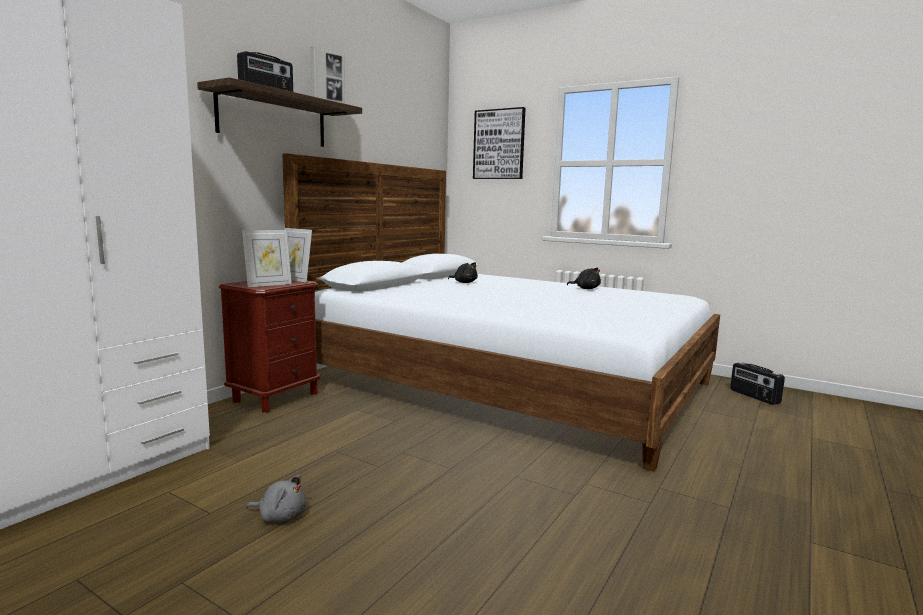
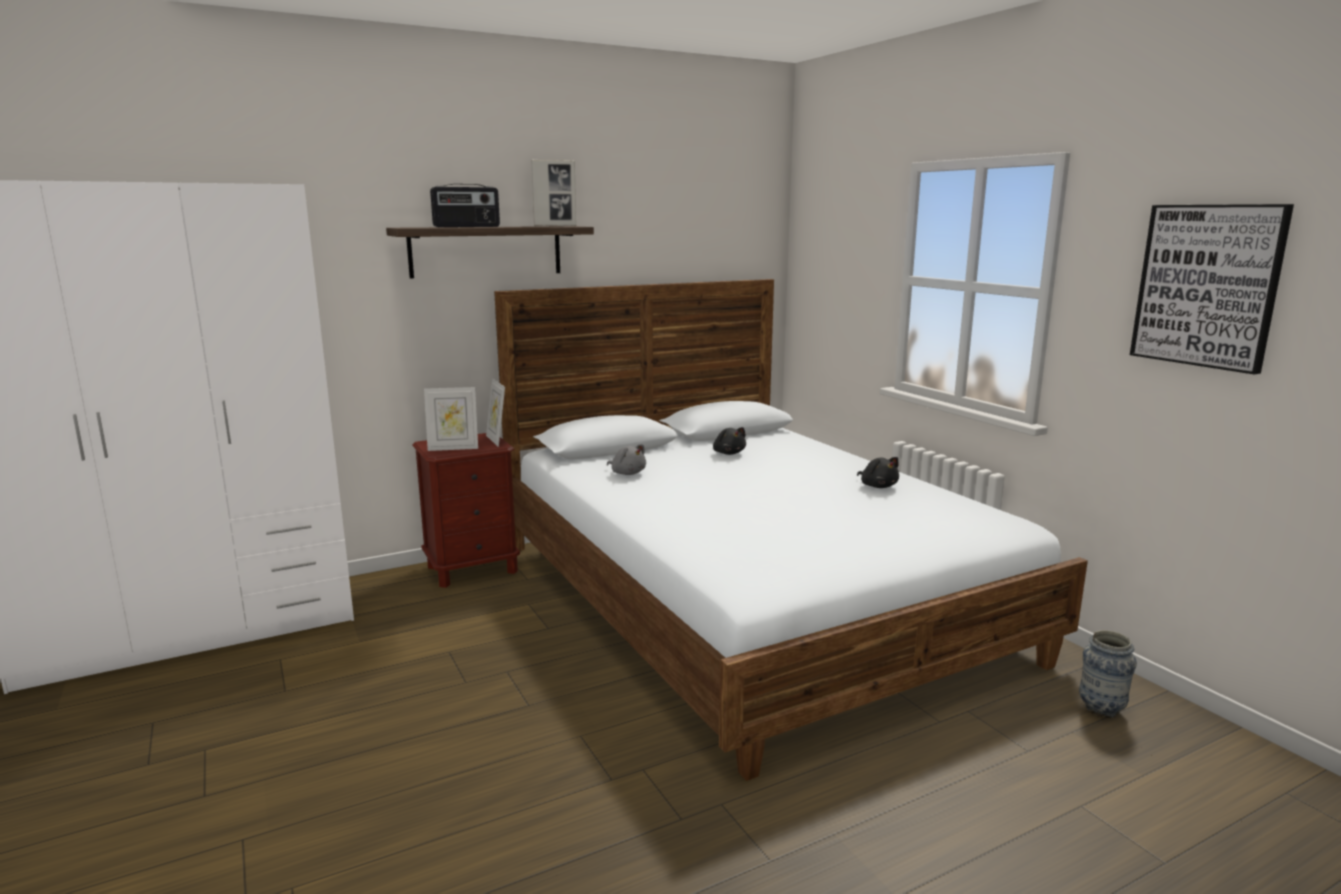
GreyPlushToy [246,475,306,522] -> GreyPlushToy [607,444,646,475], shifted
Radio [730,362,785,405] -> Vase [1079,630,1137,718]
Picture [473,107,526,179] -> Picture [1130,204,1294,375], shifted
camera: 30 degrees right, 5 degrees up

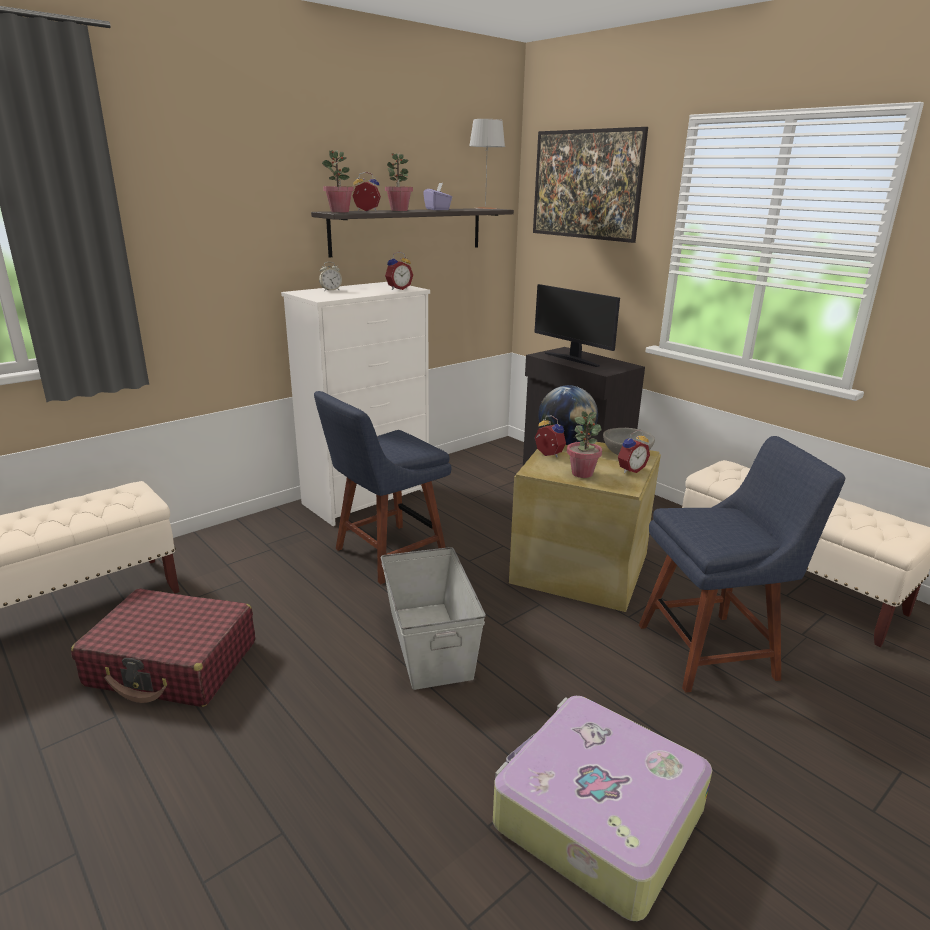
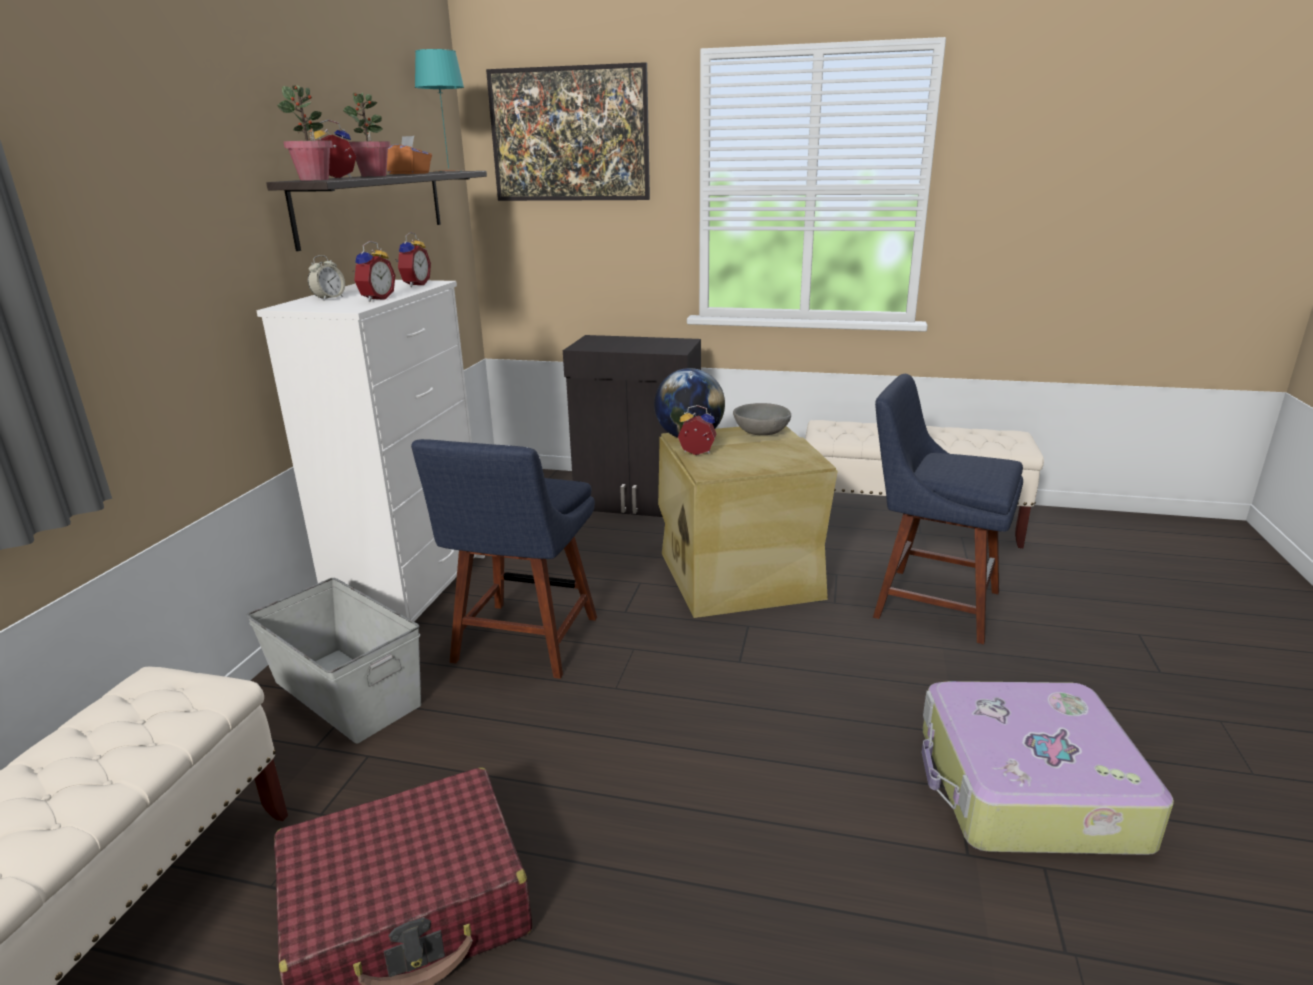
GreyStorageBox [381,547,486,690] -> GreyStorageBox [247,578,421,743], shifted
AlarmClock [618,430,650,473] -> AlarmClock [353,241,395,302], shifted
PurpleTissueBox [423,183,452,210] -> OrangeTissueBox [387,136,432,174]
GreyTableLamp [469,119,505,209] -> TurquoiseTableLamp [415,49,465,172]
BlueChair [639,436,845,693] -> BlueChair [873,374,1023,644], 105 degrees counterclockwise
Monitor [534,284,620,367] -> none
PottedPlant [567,411,602,478] -> none
camera: 35 degrees left, 0 degrees up

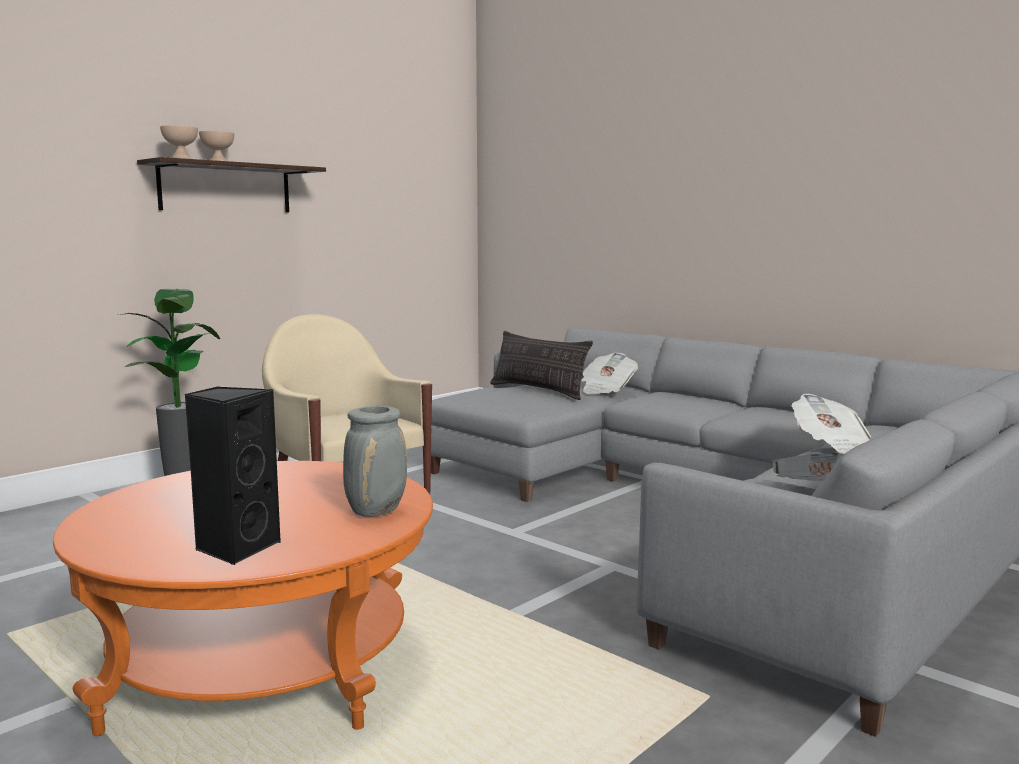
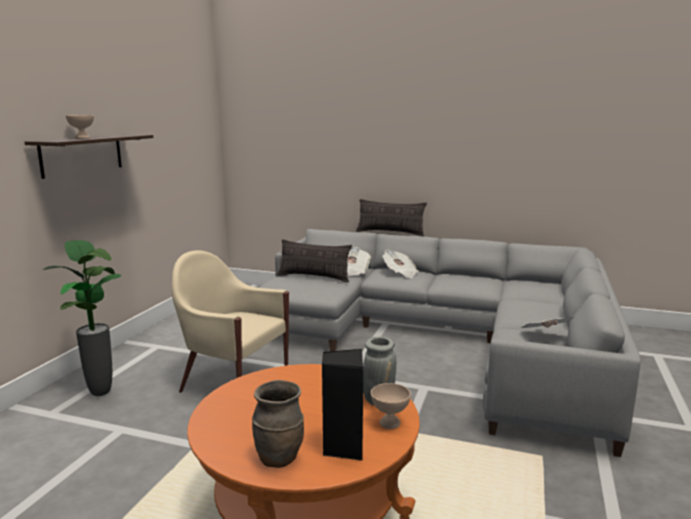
none -> BrownVase [252,380,304,468]
none -> Pillow [356,199,427,236]
BeigeBowl [160,125,198,159] -> BeigeBowl [371,383,411,429], shifted
Newspaper [792,394,871,454] -> Newspaper [382,250,419,278], shifted
camera: 25 degrees left, 5 degrees up

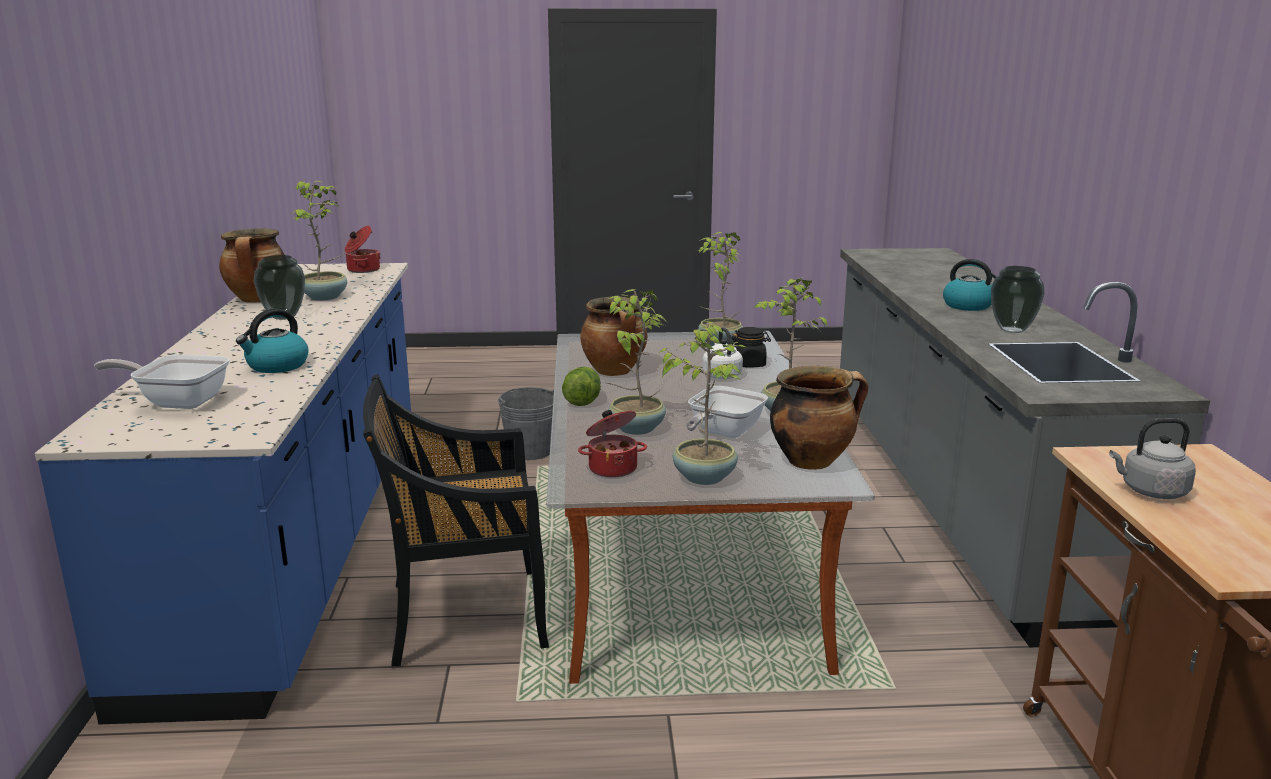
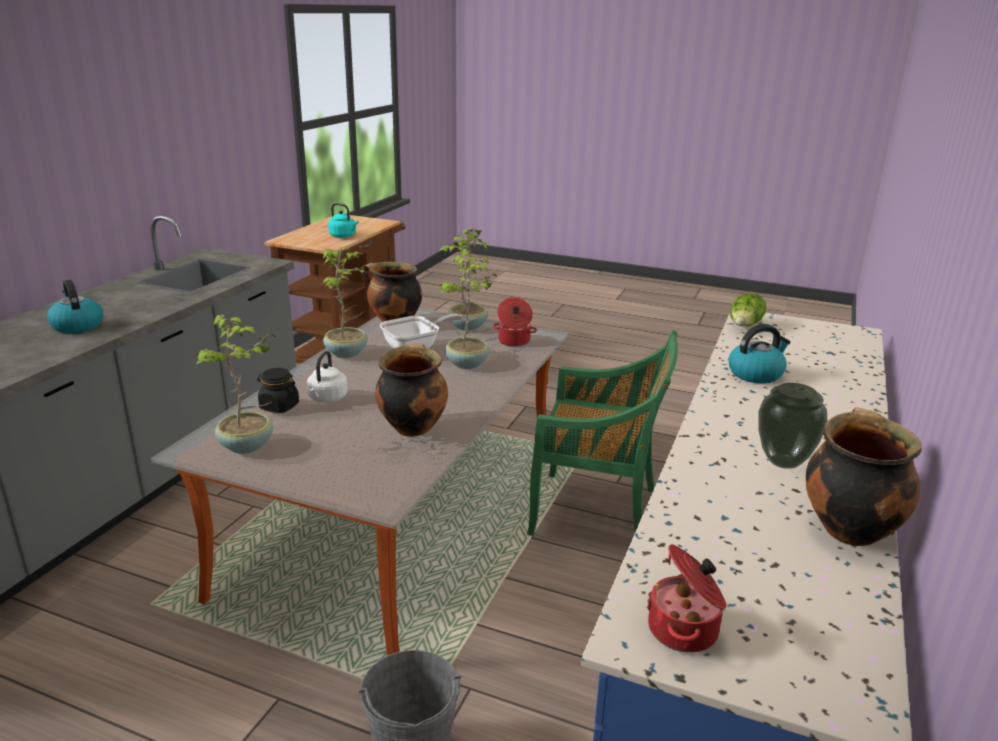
GreyKettle [1109,418,1196,499] -> TurquoiseKettle [328,203,359,238]
BlackChair [363,374,549,667] -> GreenChair [527,330,678,537]
Lettuce [562,367,601,406] -> Lettuce [730,293,767,326], shifted
FryingPan [94,354,229,409] -> none
PottedPlant [294,180,347,301] -> none
Vase [991,266,1045,333] -> none
camera: 155 degrees left, 5 degrees up

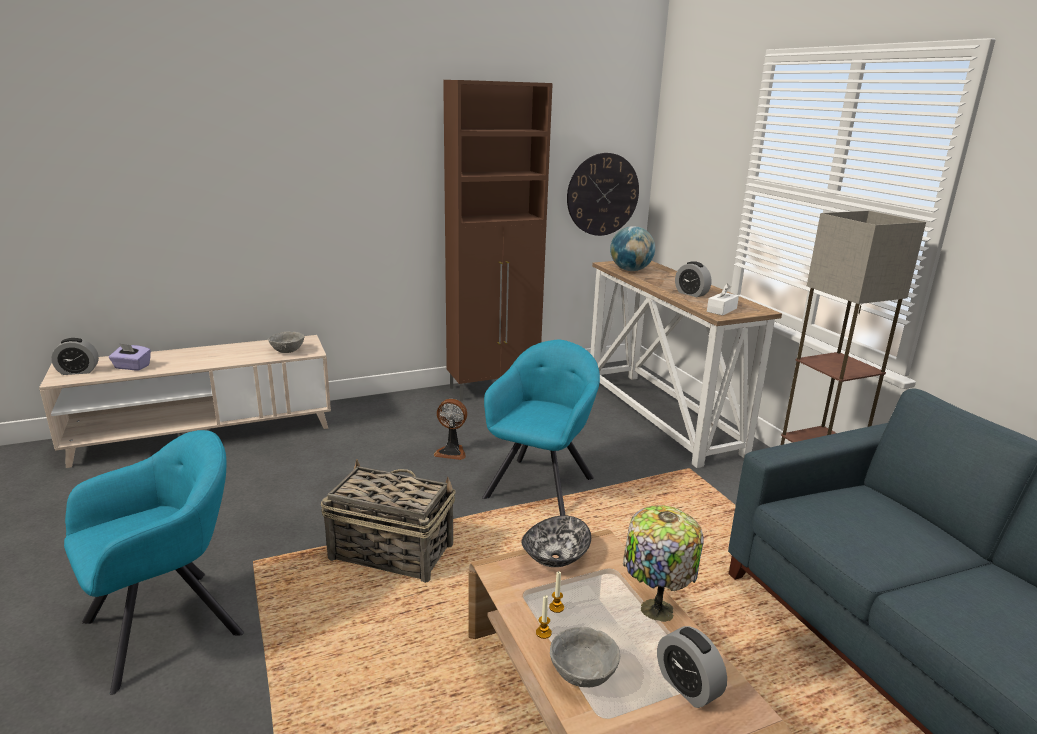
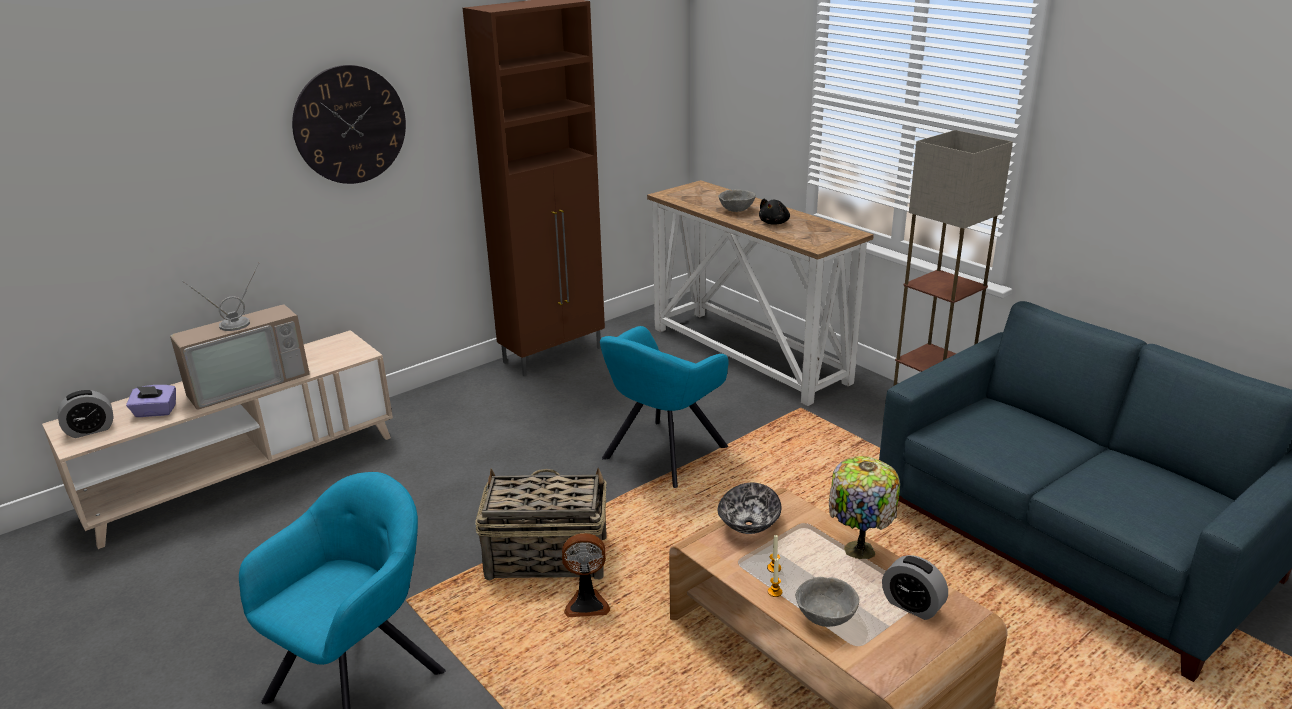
none -> Television [170,262,310,410]
WallClock [567,153,639,236] -> WallClock [292,65,406,184], shifted
Fan [433,399,467,460] -> Fan [562,533,610,617], shifted
TurquoiseArmchair [482,340,600,516] -> TurquoiseArmchair [600,326,729,488], 150 degrees counterclockwise
GreyBowl [268,331,305,353] -> GreyBowl [719,189,756,212], shifted
AlarmClock [675,261,711,297] -> BlackPlushToy [759,199,790,225]
Globe [610,226,655,271] -> none
WhiteTissueBox [707,284,739,316] -> none
camera: 15 degrees left, 5 degrees up

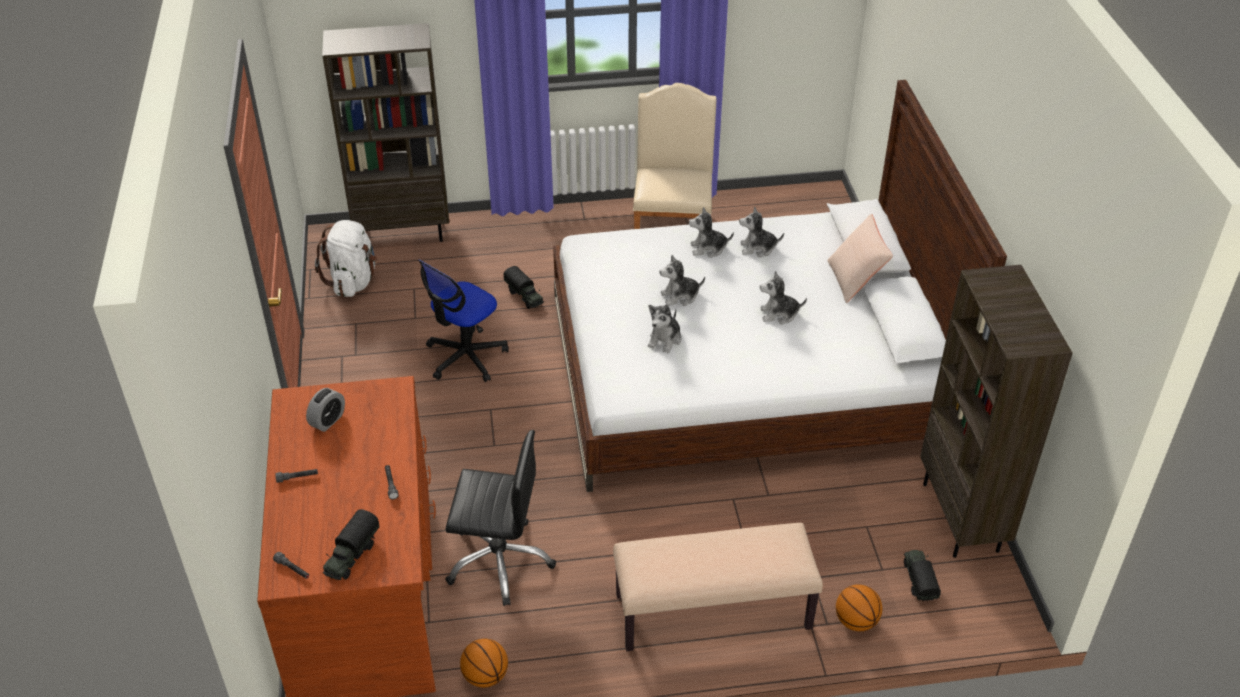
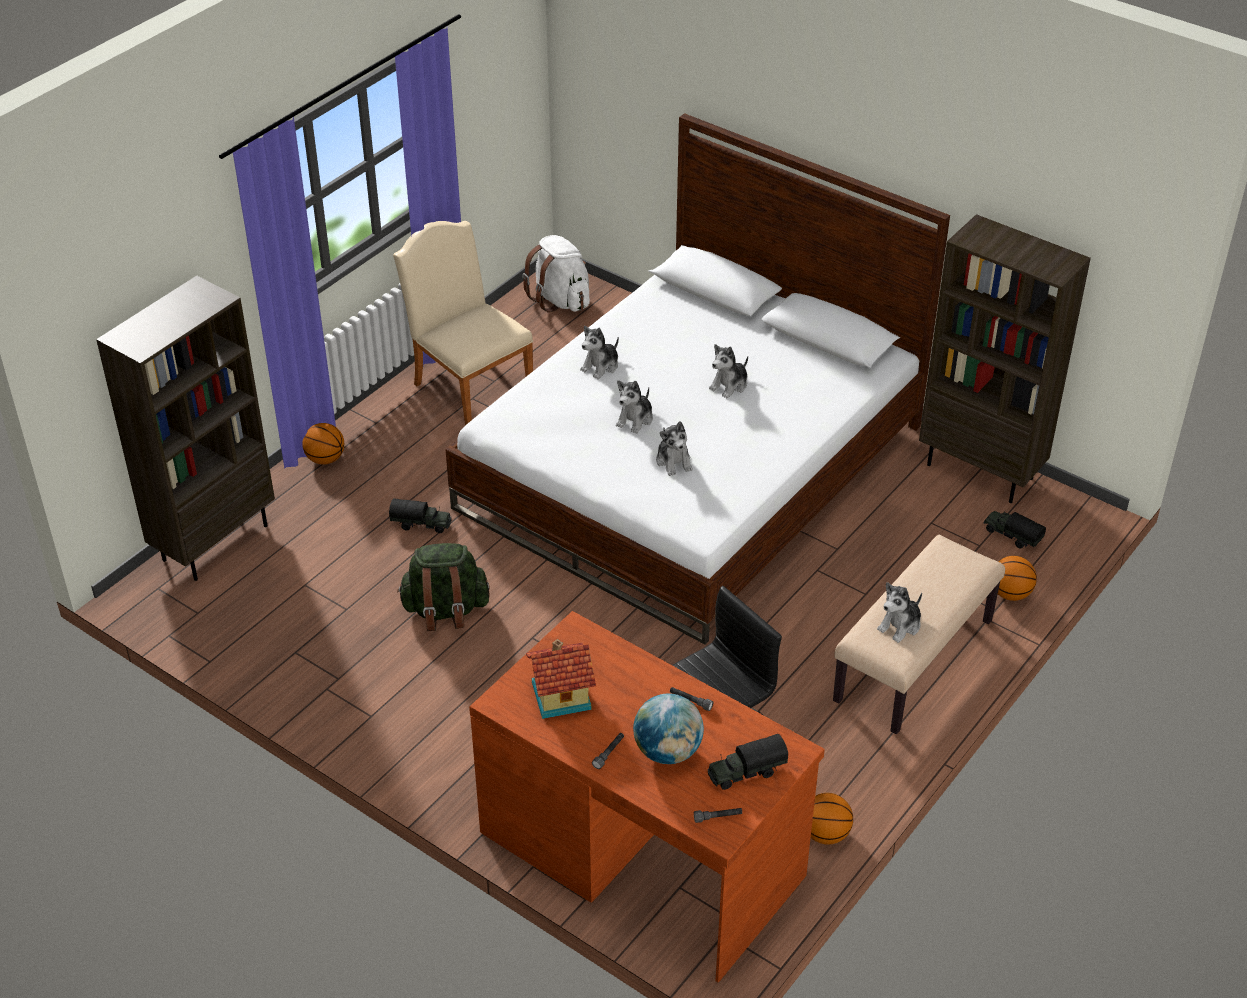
none -> Basketball [302,423,344,465]
OfficeChair [418,260,509,382] -> GreenBackpack [397,543,490,631]
WhiteBackpack [315,220,377,297] -> WhiteBackpack [522,235,590,313], shifted
AlarmClock [306,388,345,432] -> ToyHouse [526,639,596,719]
none -> Globe [633,694,704,764]
ToyTruck [323,509,380,580] -> ToyTruck [708,734,789,790], 90 degrees clockwise
PlushToy [739,207,784,257] -> PlushToy [877,582,922,643], shifted
BeigePillow [827,214,893,303] -> none
camera: 45 degrees left, 0 degrees up

